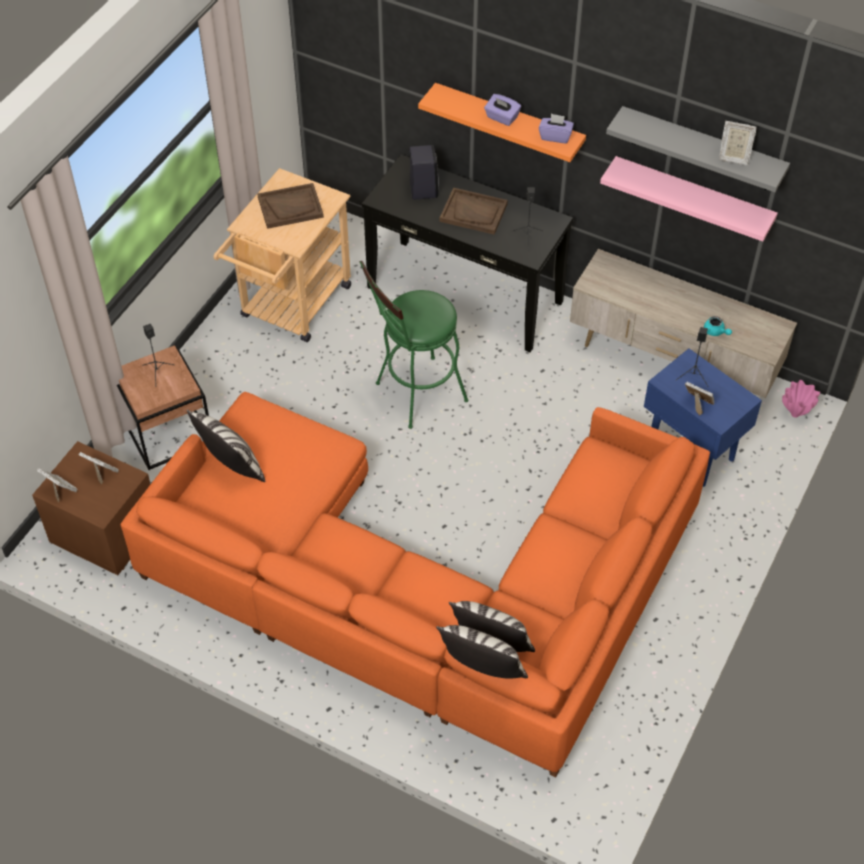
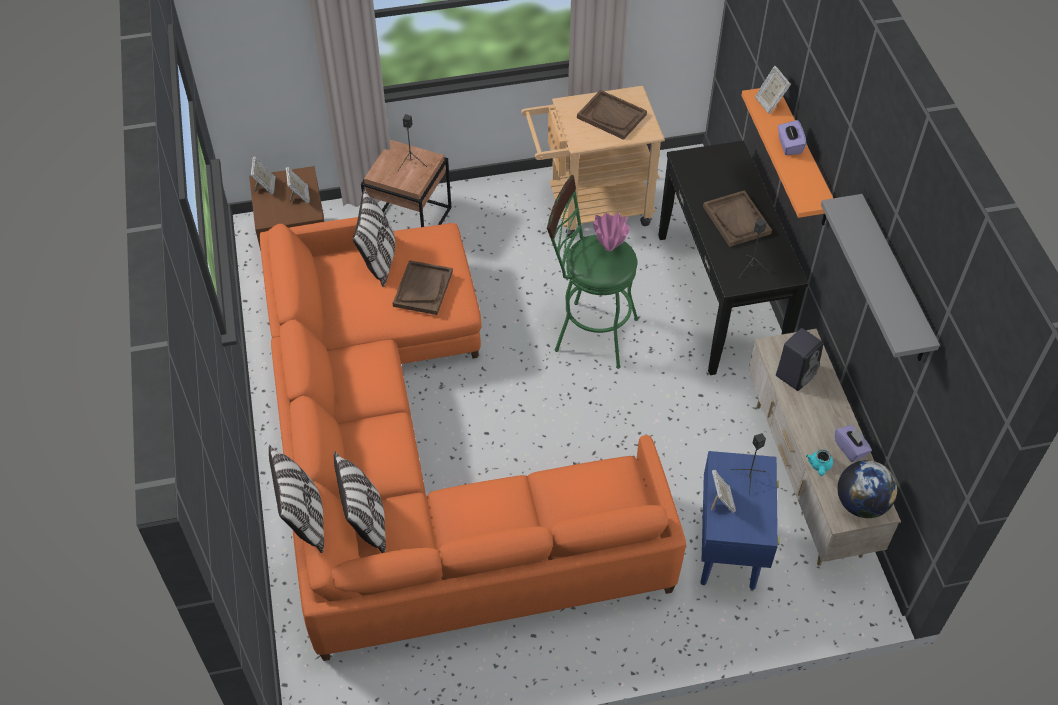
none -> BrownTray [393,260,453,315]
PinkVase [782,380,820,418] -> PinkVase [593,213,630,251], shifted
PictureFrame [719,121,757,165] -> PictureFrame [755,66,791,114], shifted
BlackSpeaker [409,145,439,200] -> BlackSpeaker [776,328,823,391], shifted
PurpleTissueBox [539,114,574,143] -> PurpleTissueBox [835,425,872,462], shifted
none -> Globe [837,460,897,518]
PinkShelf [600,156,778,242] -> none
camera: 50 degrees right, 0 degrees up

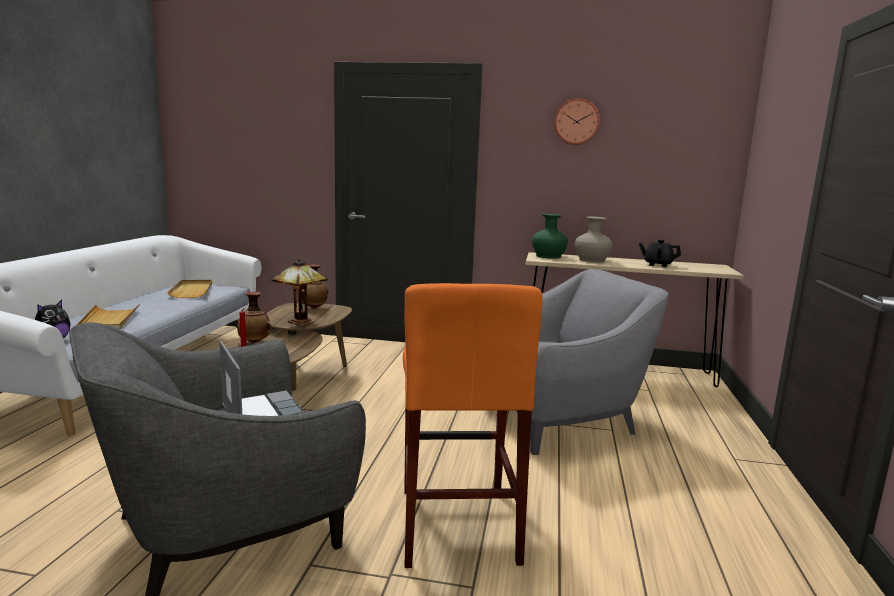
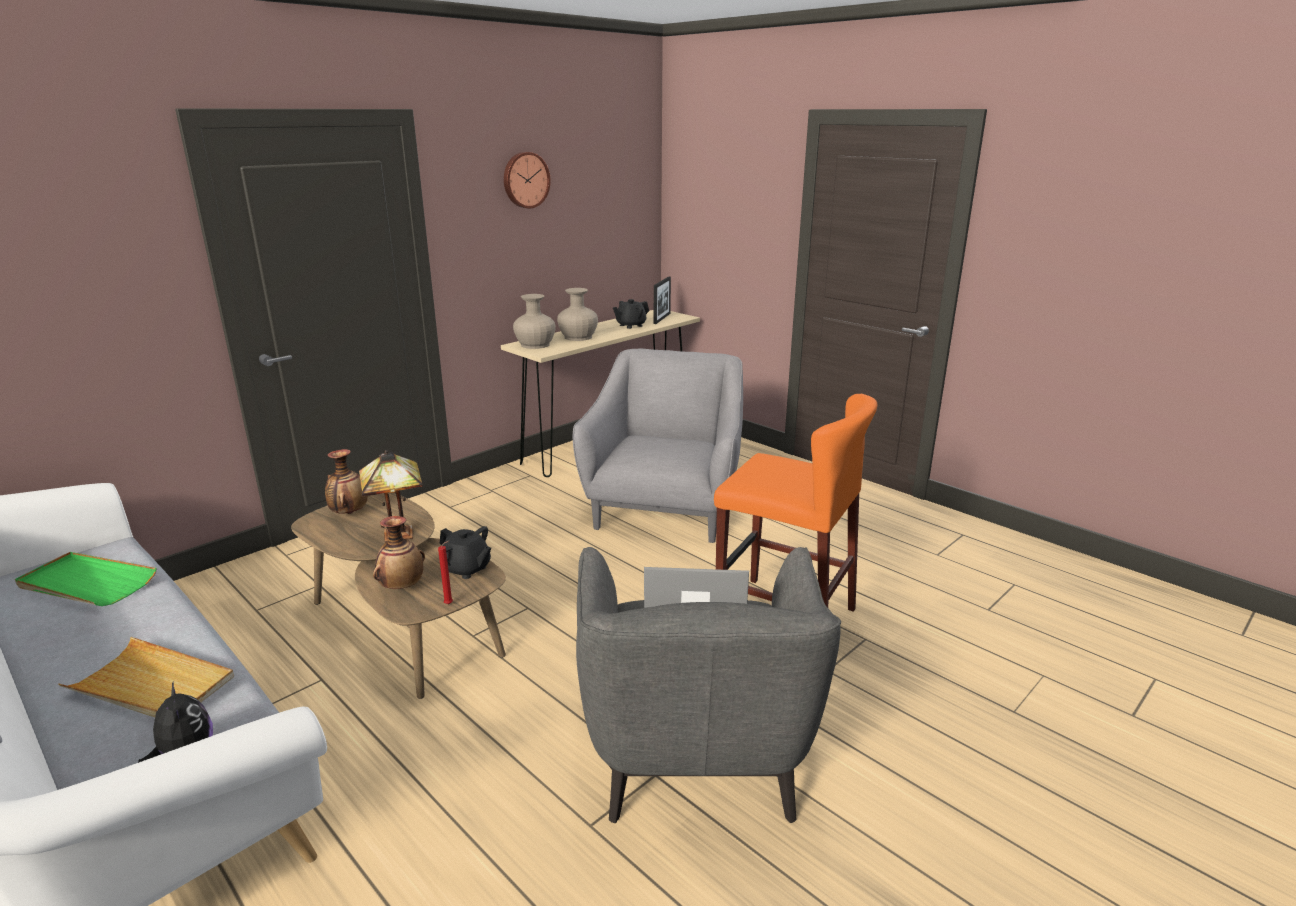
BeigeTray [167,280,212,298] -> GreenTray [15,552,157,606]
none -> BlackTeapot [440,526,491,579]
GreenVase [532,214,568,259] -> BeigeVase [513,294,556,349]
none -> PictureFrame [654,277,671,324]
camera: 55 degrees left, 10 degrees up

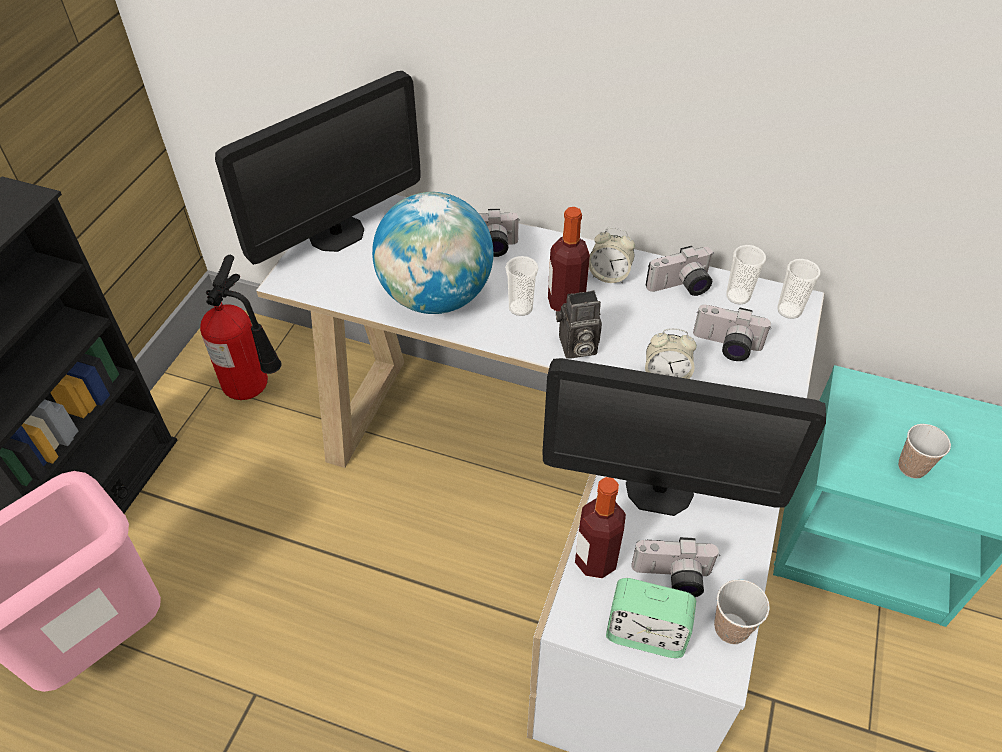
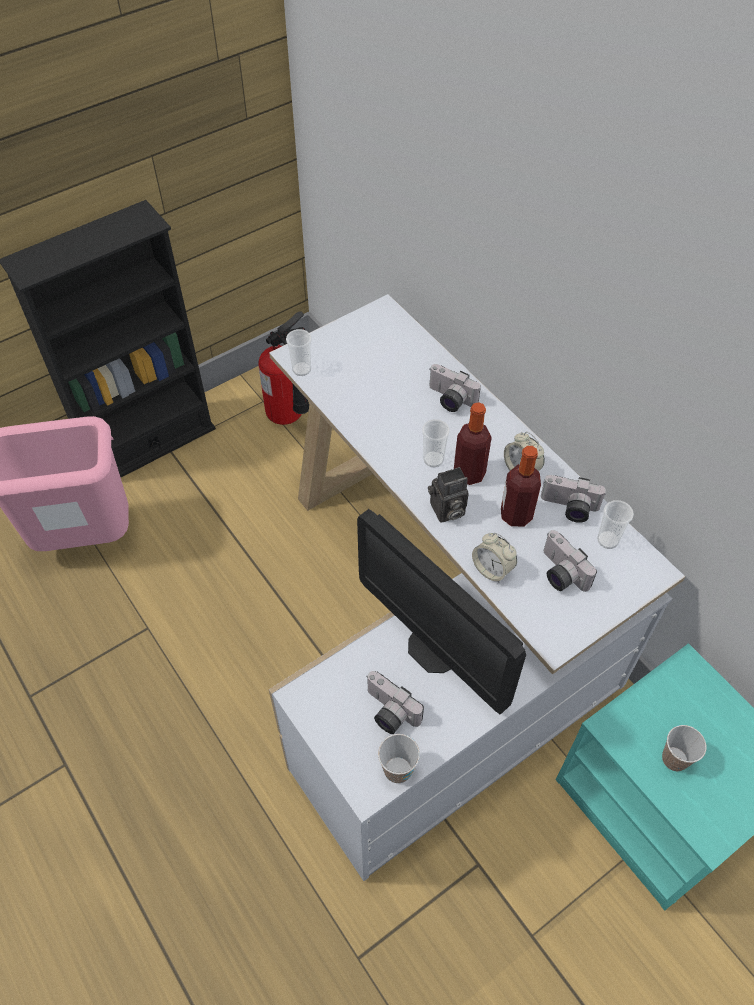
Cup [777,259,821,319] -> Cup [286,329,312,376], shifted
PhotoCamera [556,290,602,359] -> PhotoCamera [428,467,469,523], 45 degrees counterclockwise
Bottle [575,477,626,578] -> Bottle [501,446,541,527], shifted
Monitor [215,71,421,265] -> none
Globe [372,192,493,314] -> none
AlarmClock [606,578,696,658] -> none
camera: 35 degrees right, 5 degrees up

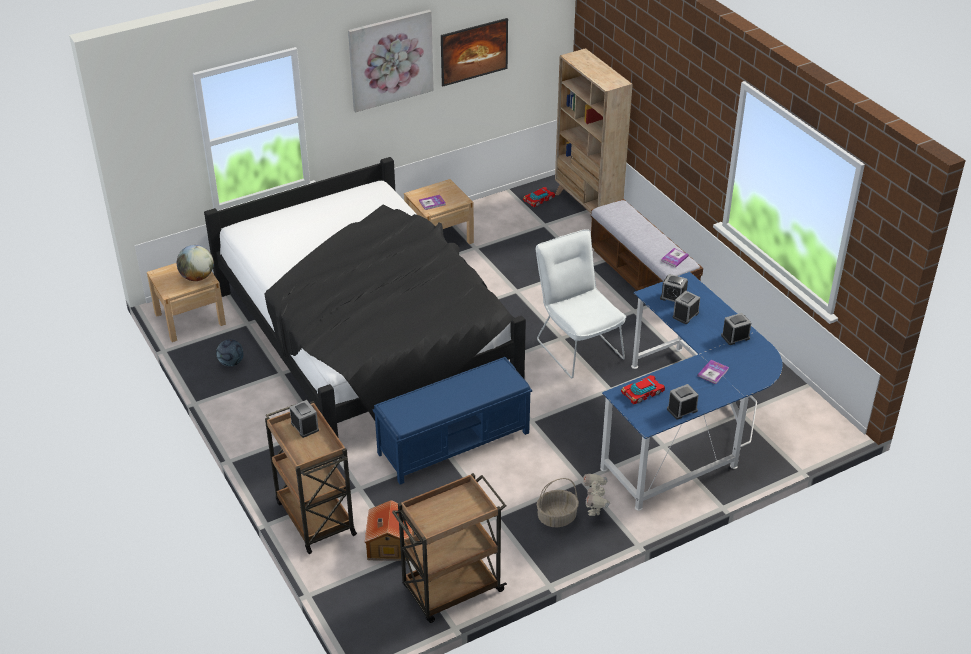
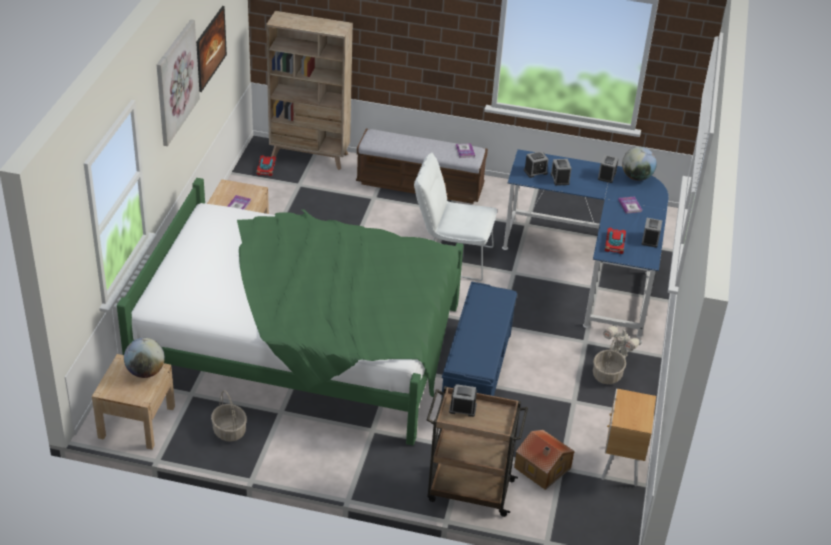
BlackBed [204,157,526,437] -> GreenBed [117,178,464,445]
Football [216,339,244,366] -> Basket [211,390,247,442]
BrownCart [392,473,507,623] -> BrownNightstand [601,389,656,487]
none -> Globe [622,147,657,181]
camera: 50 degrees left, 0 degrees up

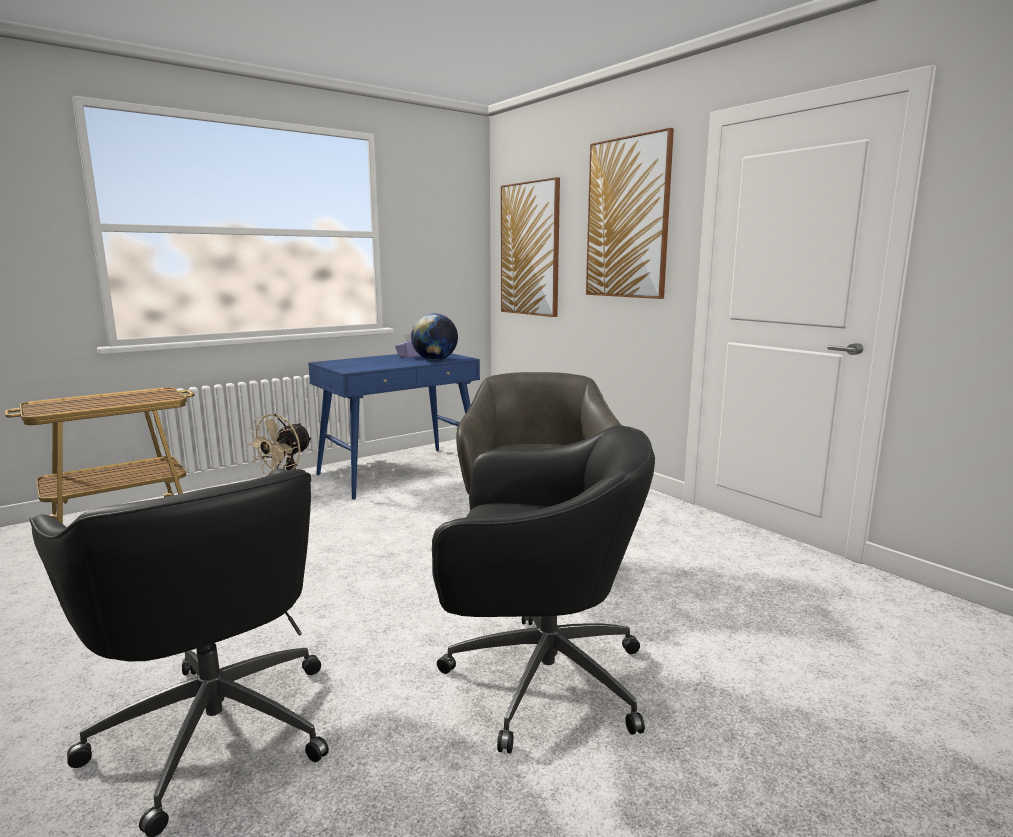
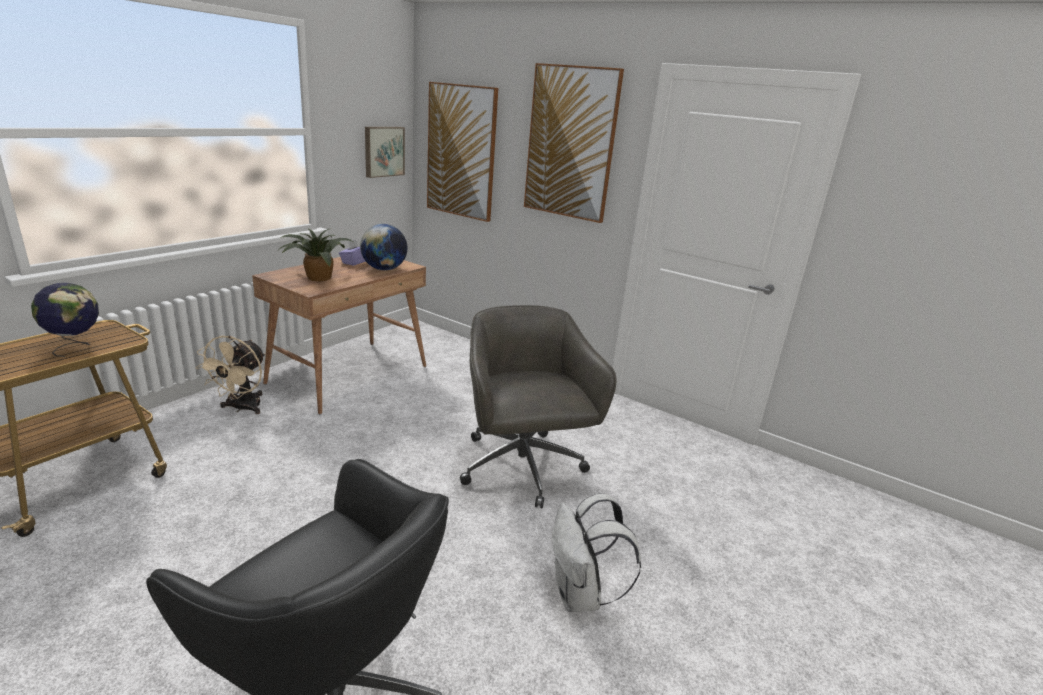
none -> Globe [31,283,99,357]
BlueDesk [308,353,480,500] -> BrownDesk [252,257,426,414]
none -> PottedPlant [280,228,353,281]
none -> Picture [365,127,405,178]
BlackOfficeChair [432,425,655,753] -> WhiteBackpack [552,494,641,612]
camera: 20 degrees left, 10 degrees up

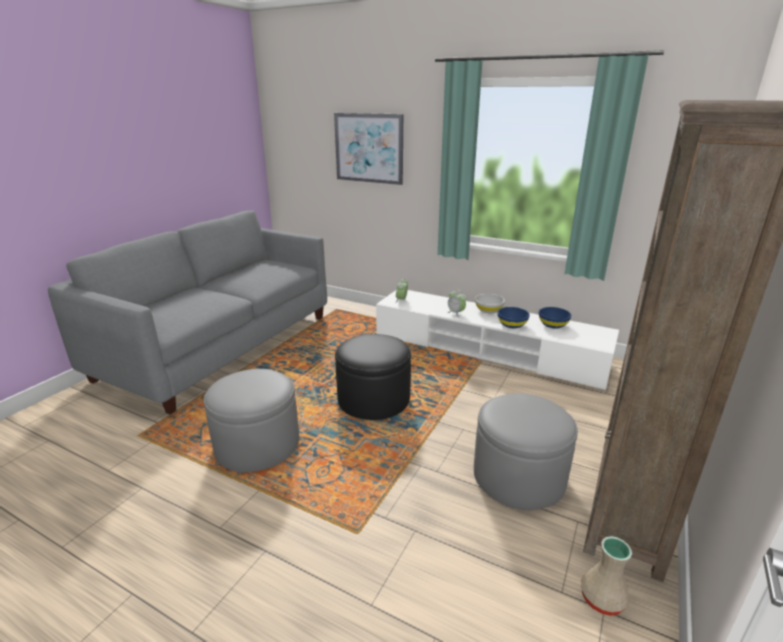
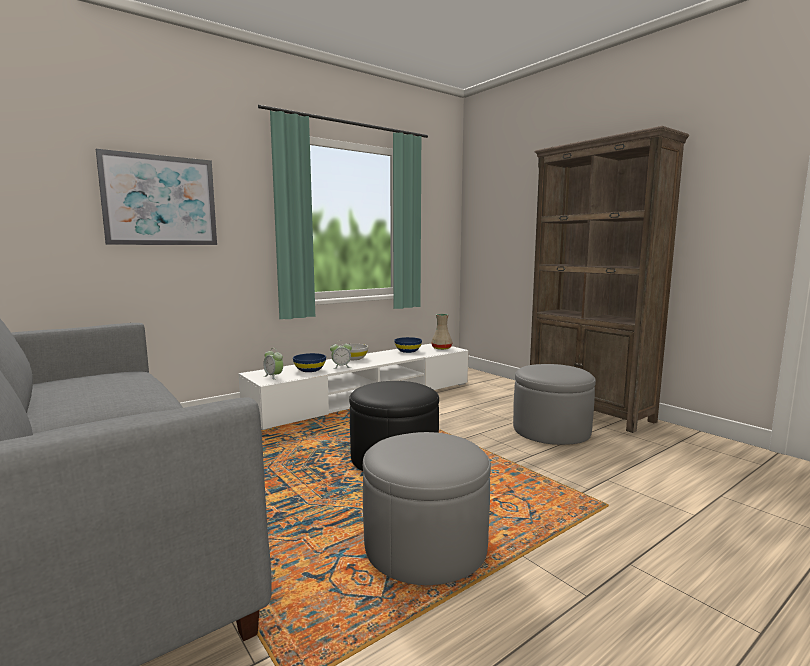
BlueBowl [498,307,530,328] -> BlueBowl [293,353,326,372], shifted
BeigeVase [581,536,632,616] -> BeigeVase [431,314,452,350], shifted
camera: 65 degrees left, 15 degrees down

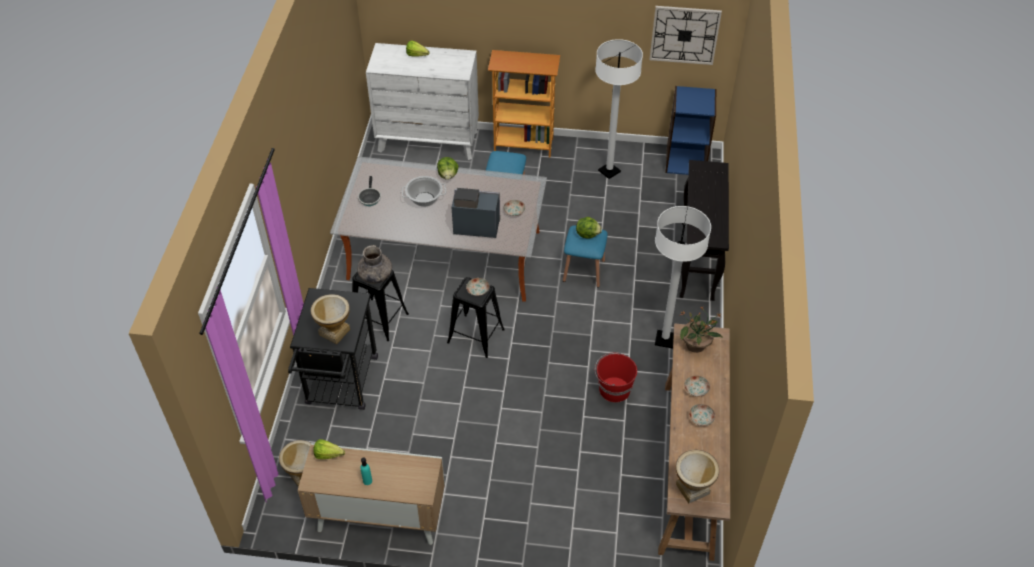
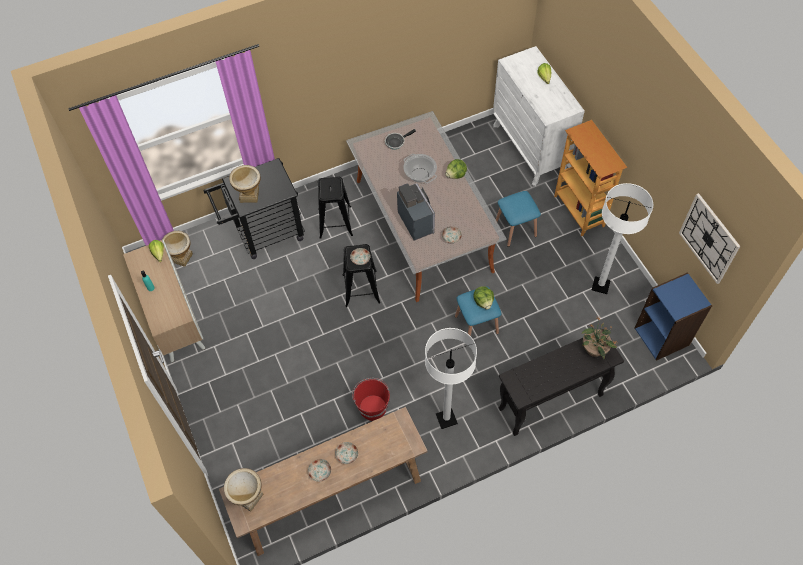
PottedPlant [679,307,723,353] -> PottedPlant [581,316,617,359], shifted
GreyVase [357,245,392,284] -> none
camera: 60 degrees right, 10 degrees up

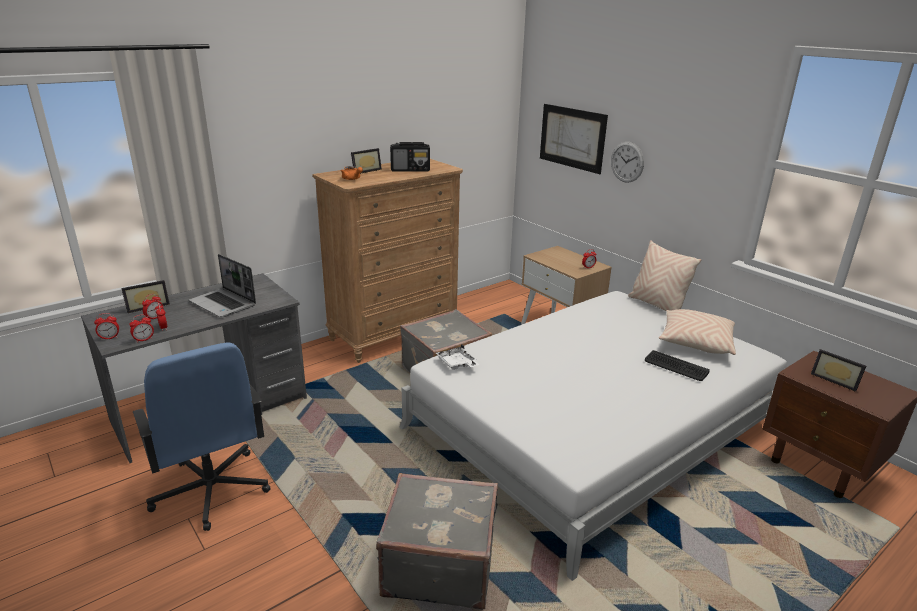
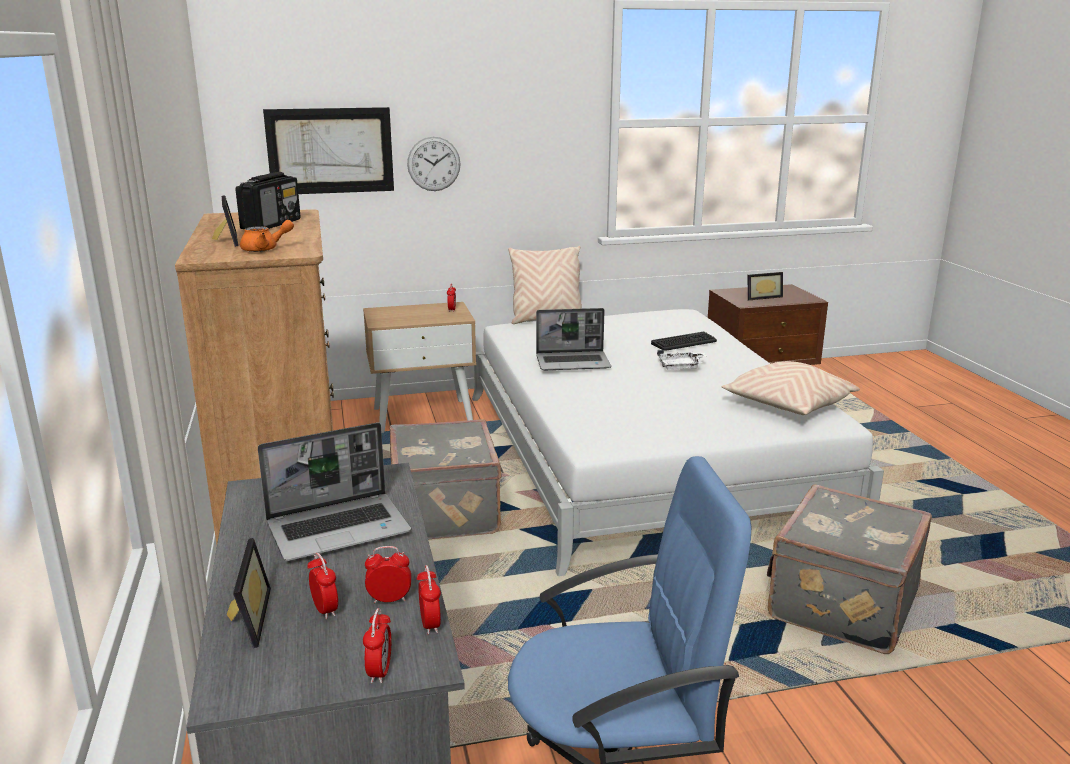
none -> Laptop [536,308,611,370]
WhiteTray [436,344,479,370] -> WhiteTray [657,350,707,370], shifted
BeigePillow [659,309,736,355] -> BeigePillow [721,361,860,415], shifted
camera: 65 degrees left, 5 degrees down

